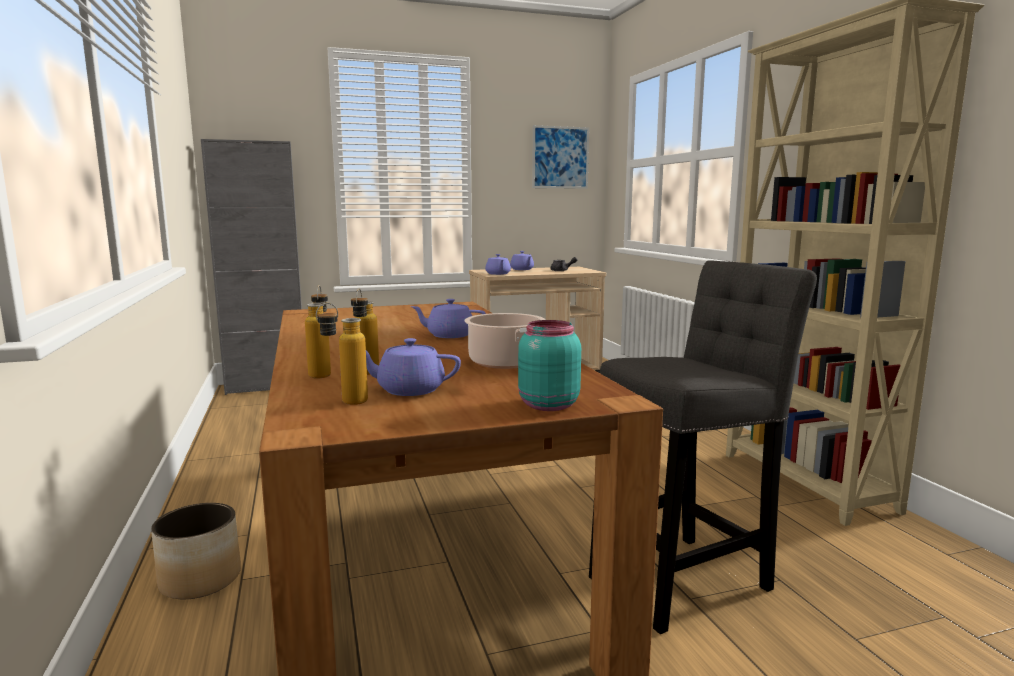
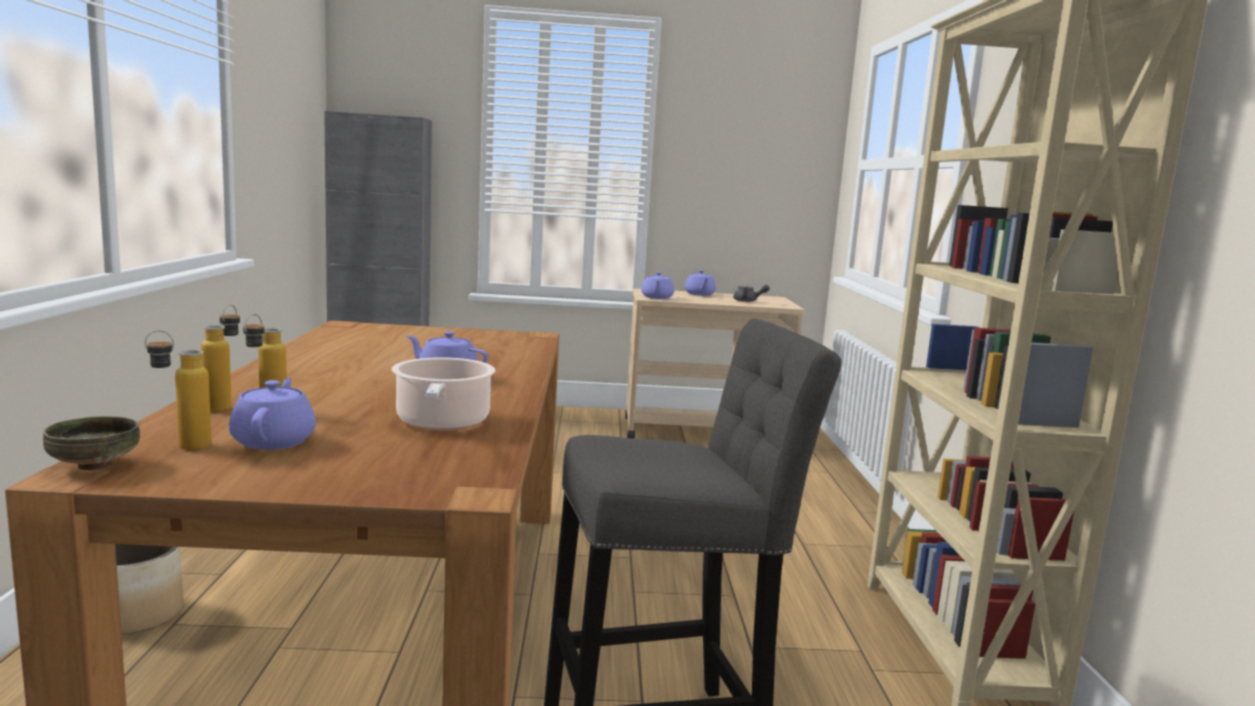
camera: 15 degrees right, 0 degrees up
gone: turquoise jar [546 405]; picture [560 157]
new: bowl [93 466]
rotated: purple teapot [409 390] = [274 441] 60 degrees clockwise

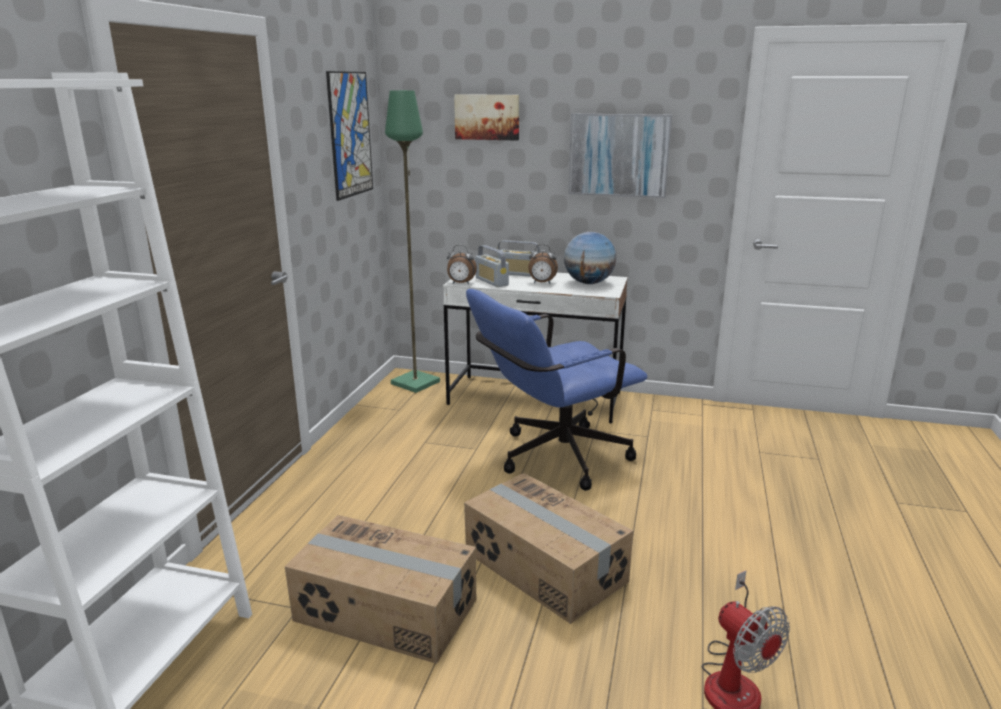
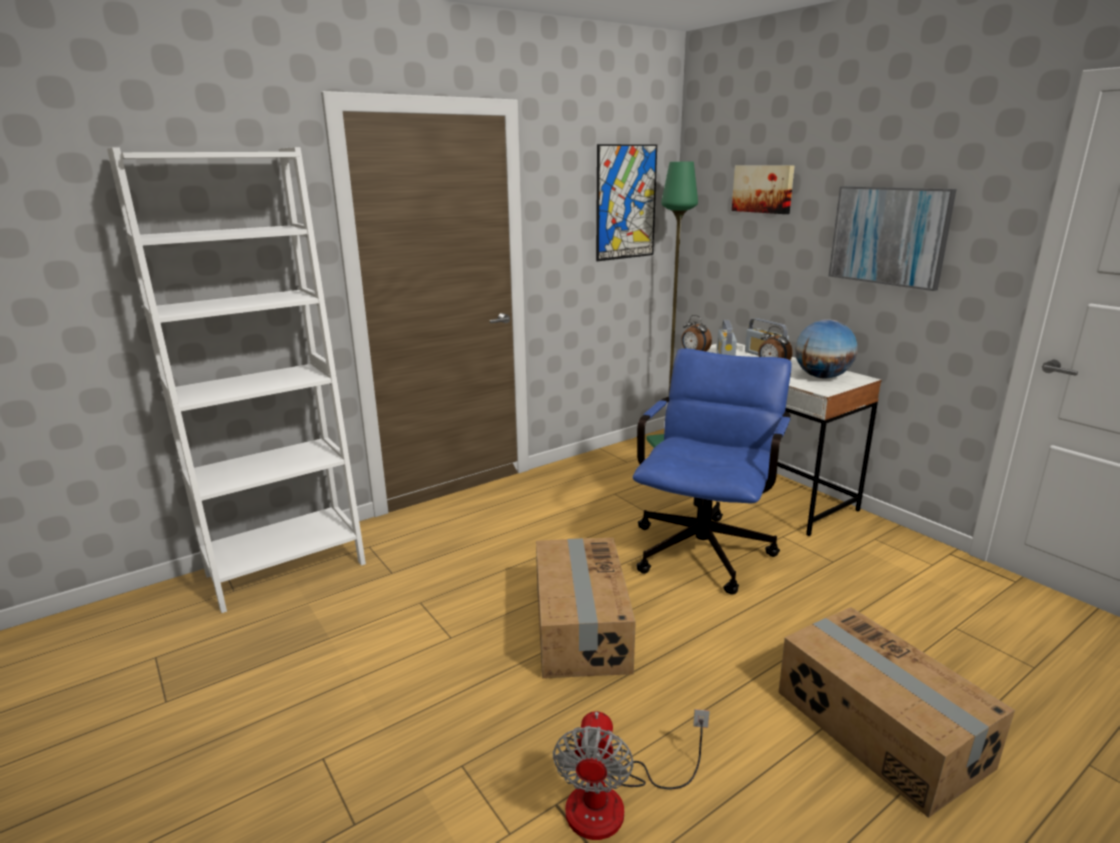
camera: 40 degrees right, 0 degrees up
shifted: cardboard box [385 611] to [879 729]
rotated: blue office chair [552 459] = [705 546] 105 degrees clockwise

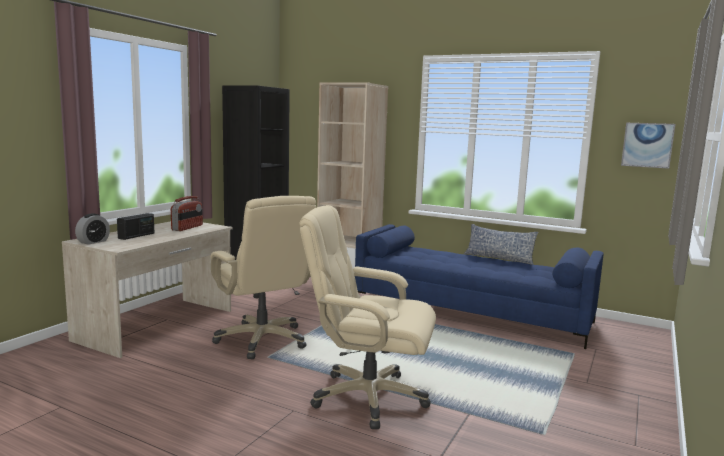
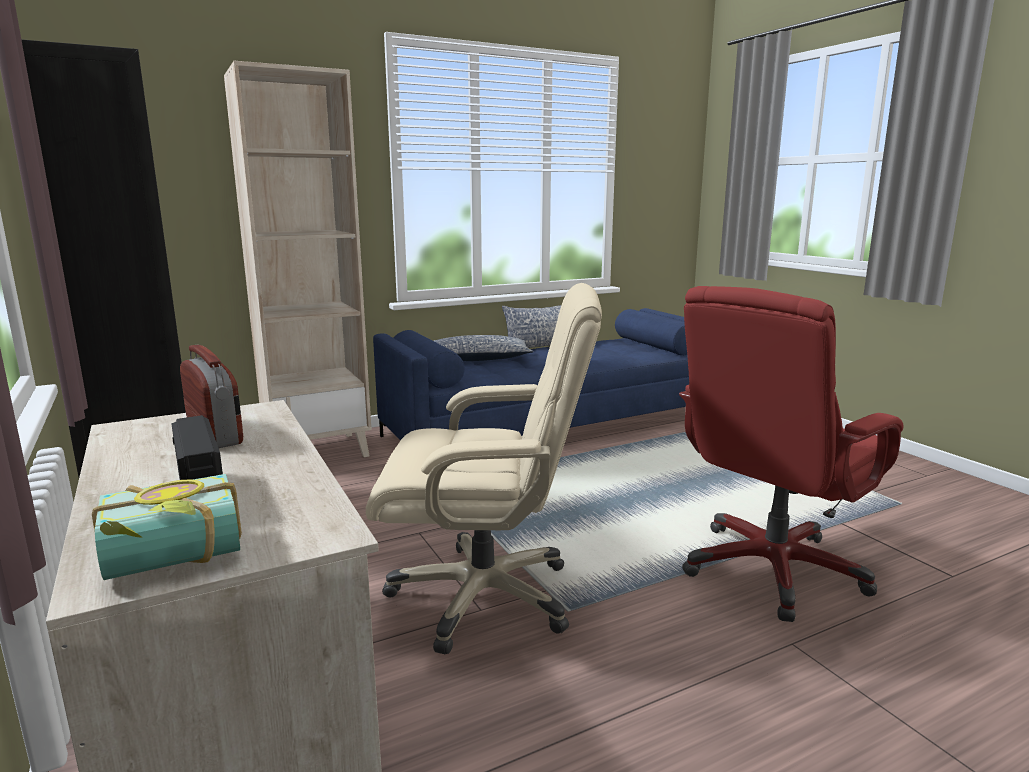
camera: 55 degrees left, 5 degrees up
gone: picture [647 145]
new: pillow [477 359]
swapped: alarm clock [93 242] to book [174 562]
repainted: beige office chair [367 397] to red office chair [772 570]

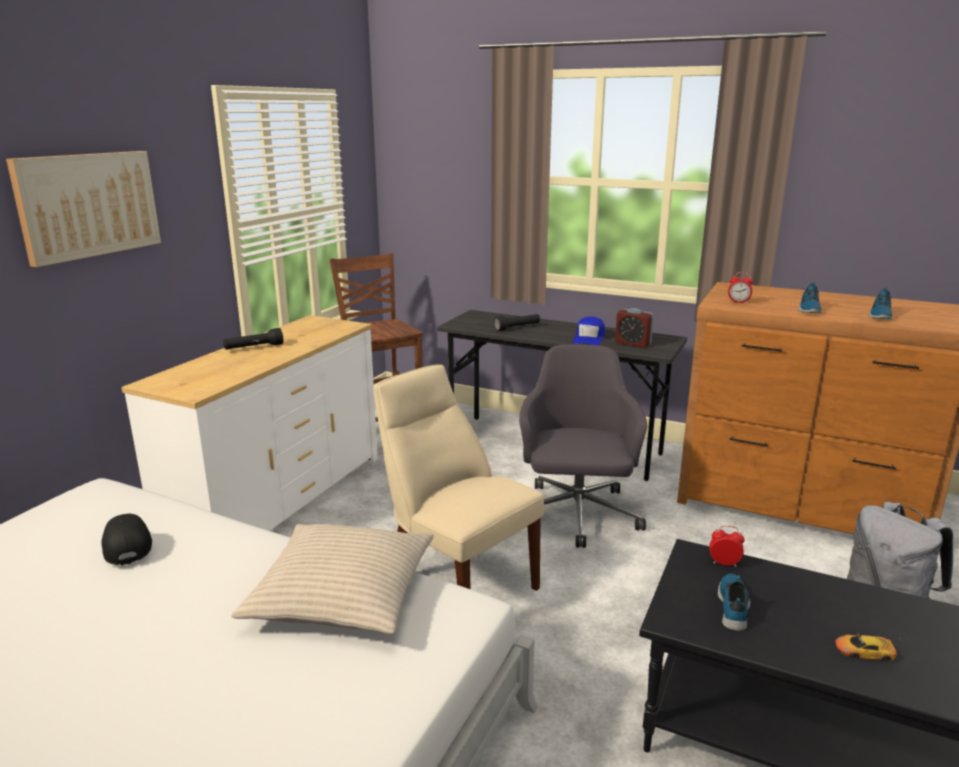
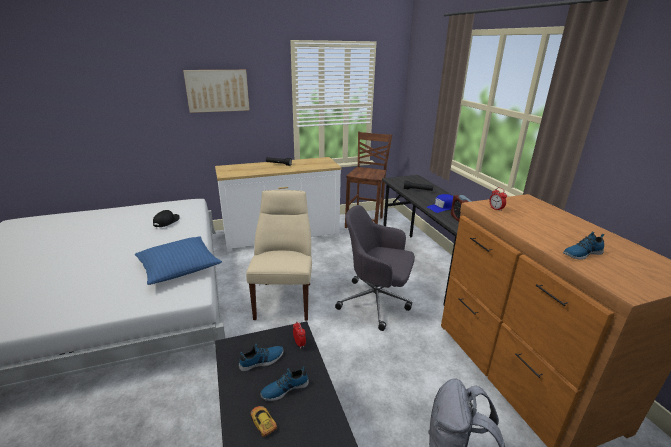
camera: 45 degrees right, 5 degrees up
shifted: shoe [808 309] to [284 388]
repainted: beige pillow [342 594] to blue pillow [179 267]
rotated: grey office chair [576 516] = [376 302] 120 degrees counterclockwise

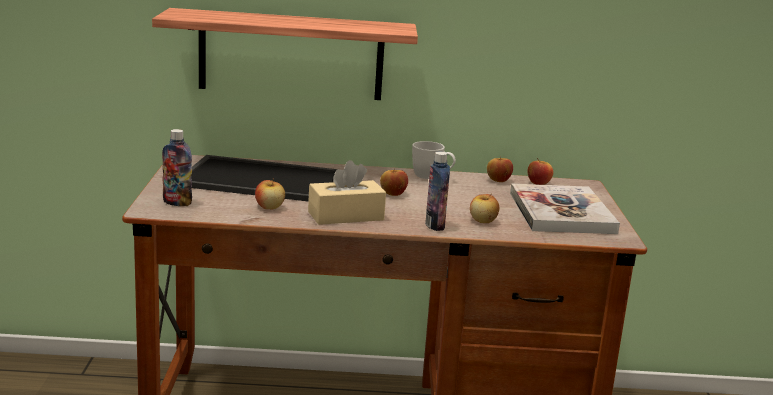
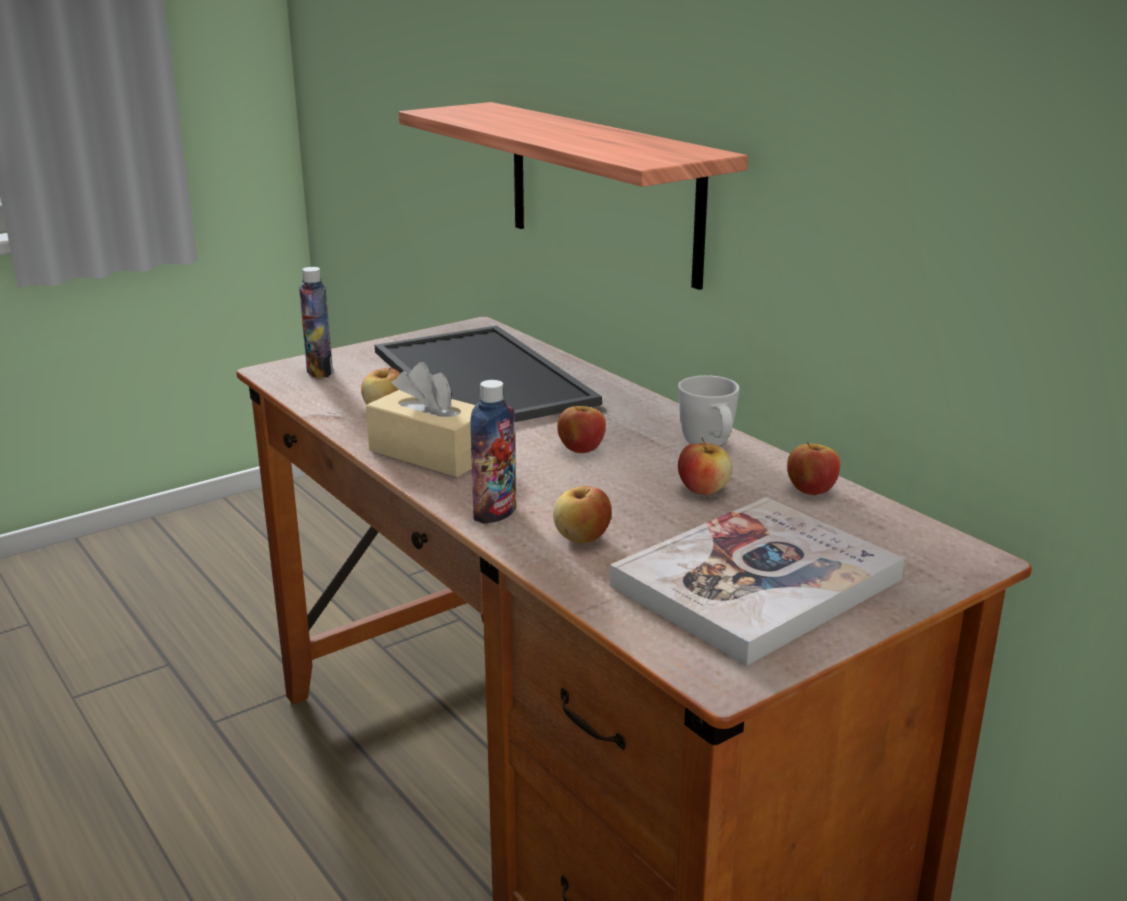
camera: 55 degrees right, 5 degrees up
shifted: apple [538 183] to [703 490]

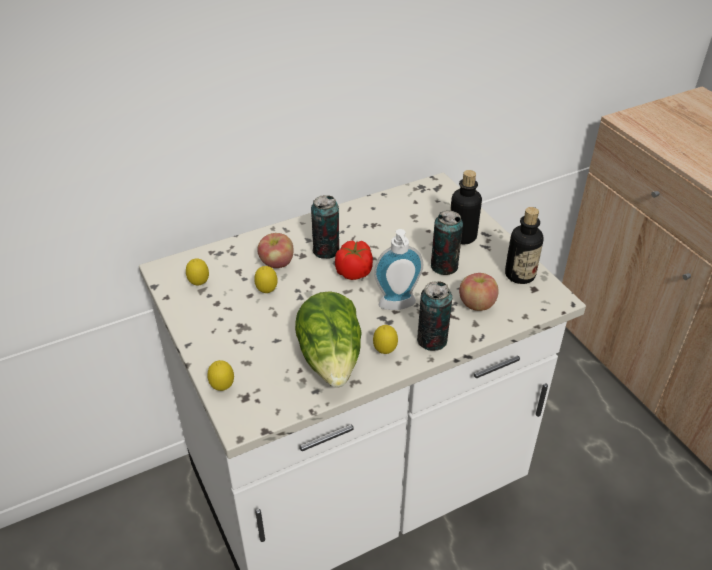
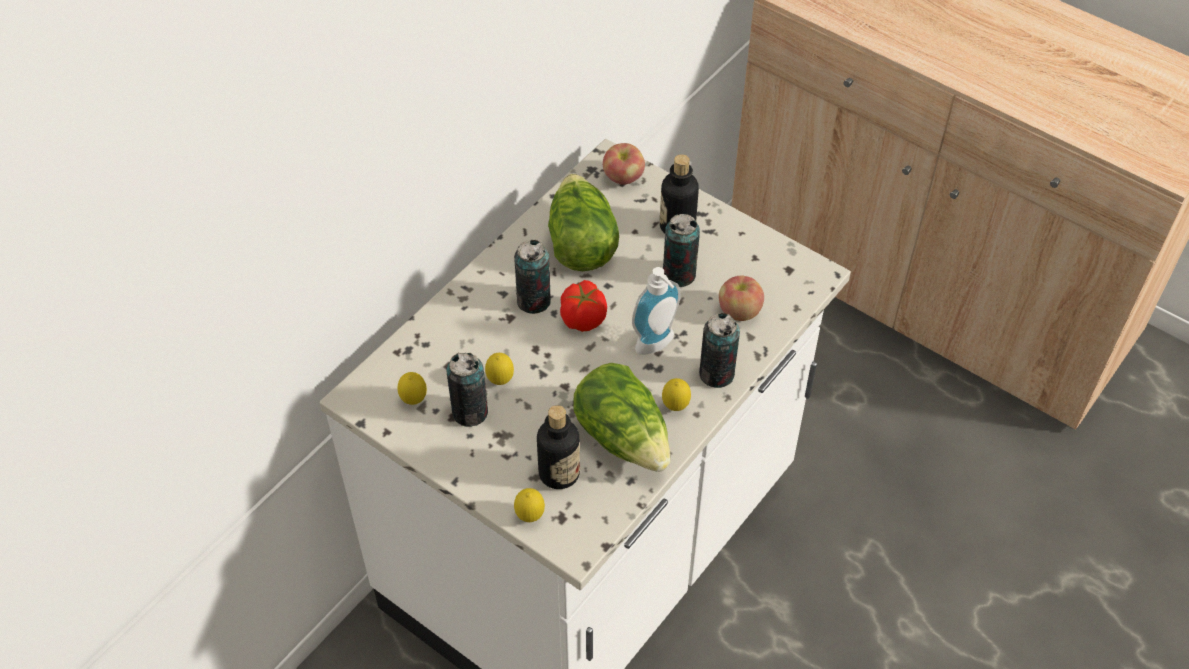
camera: 25 degrees left, 10 degrees up
new: can [470 412]; lettuce [580 242]
shifted: bottle [520 275] to [559 473]; apple [277 263] to [623 178]

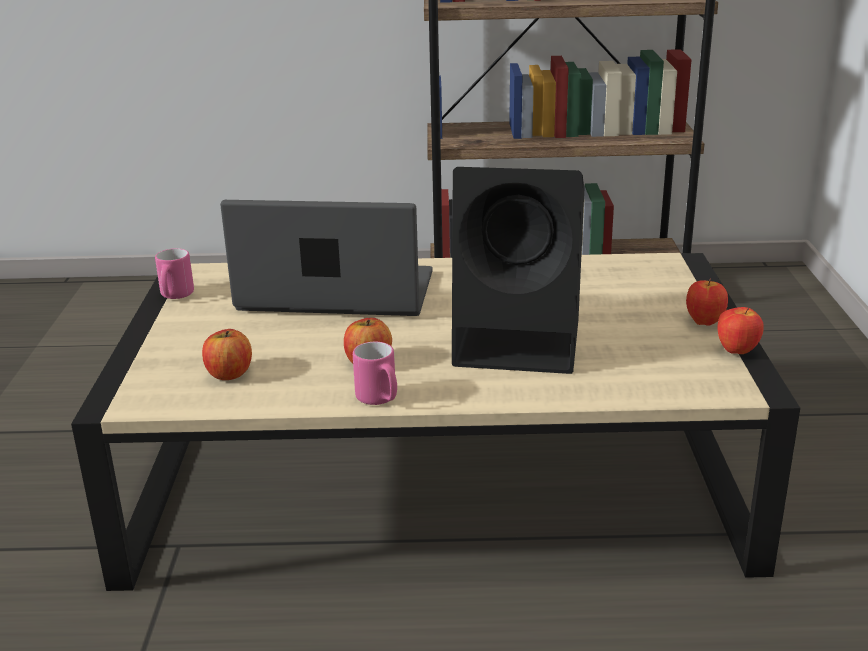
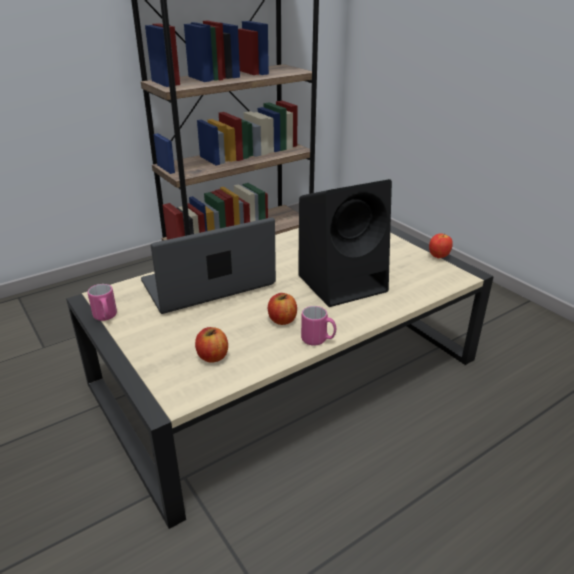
camera: 35 degrees left, 5 degrees up
gone: apple [703 322]

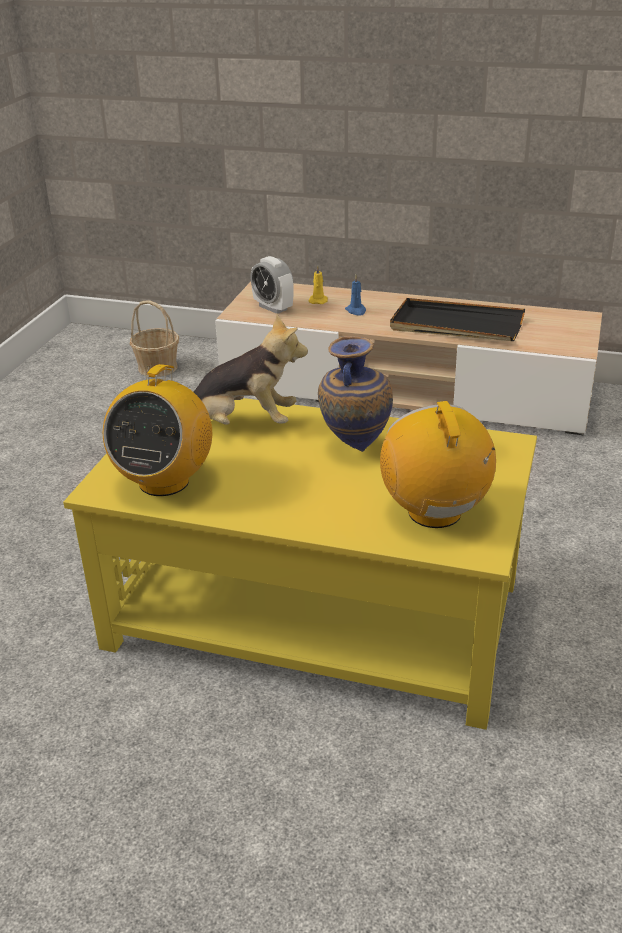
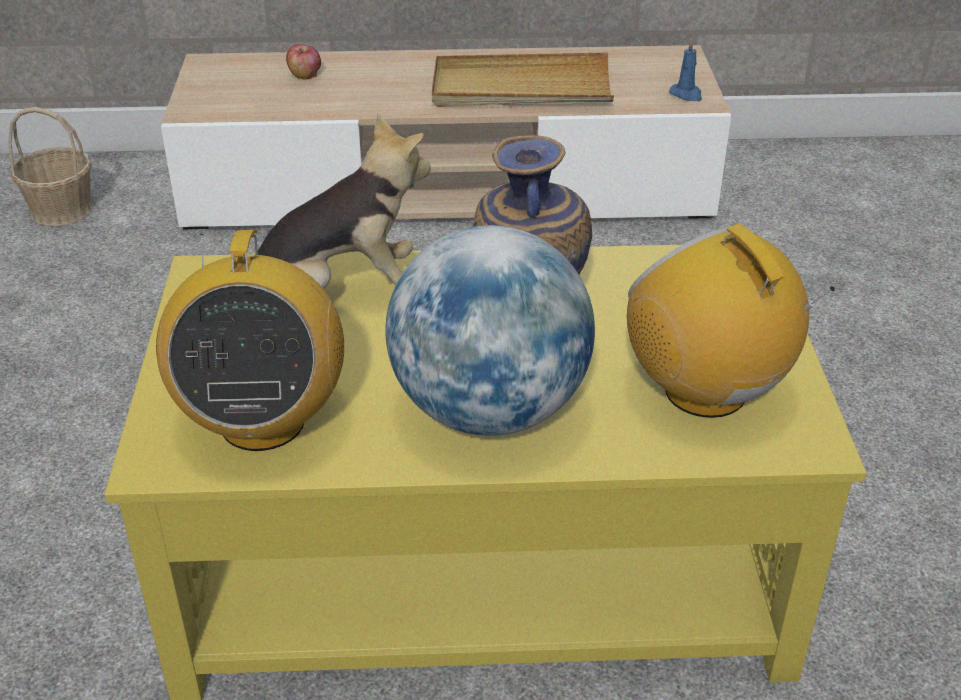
camera: 20 degrees left, 5 degrees up
gone: alarm clock [273 308]
new: globe [489 410]
shifted: blue candle [356 311] to [686 95]
swapped: yellow candle [318 300] to apple [305 75]
repainted: black tray [456 325] to beige tray [521 88]

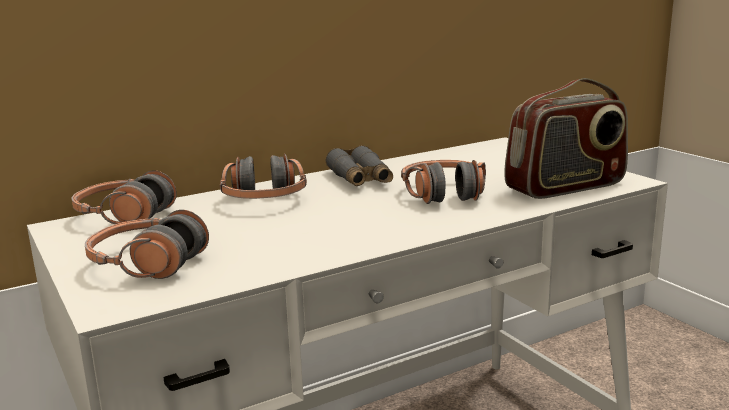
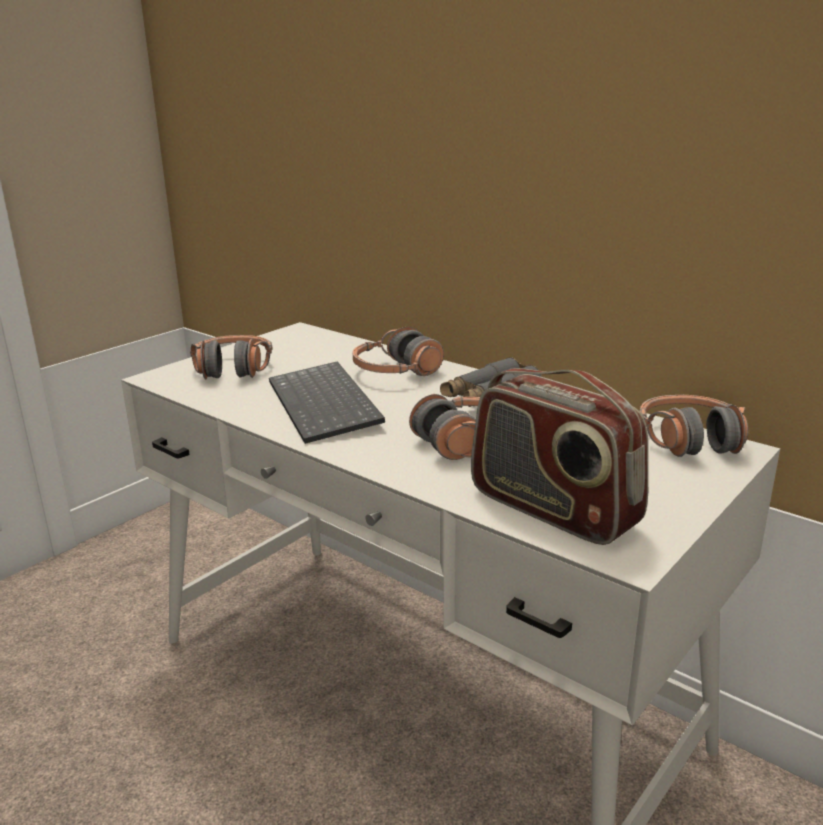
camera: 70 degrees right, 5 degrees up
new: keyboard [326 404]
shifted: headphones [125 216] to [690 440]

